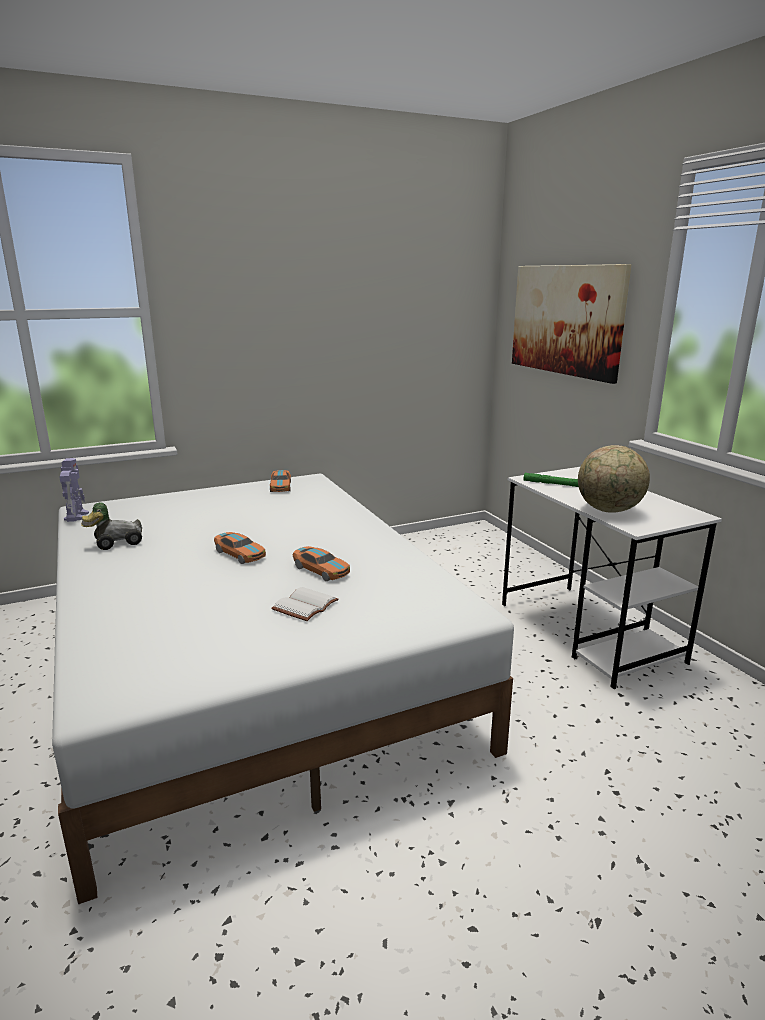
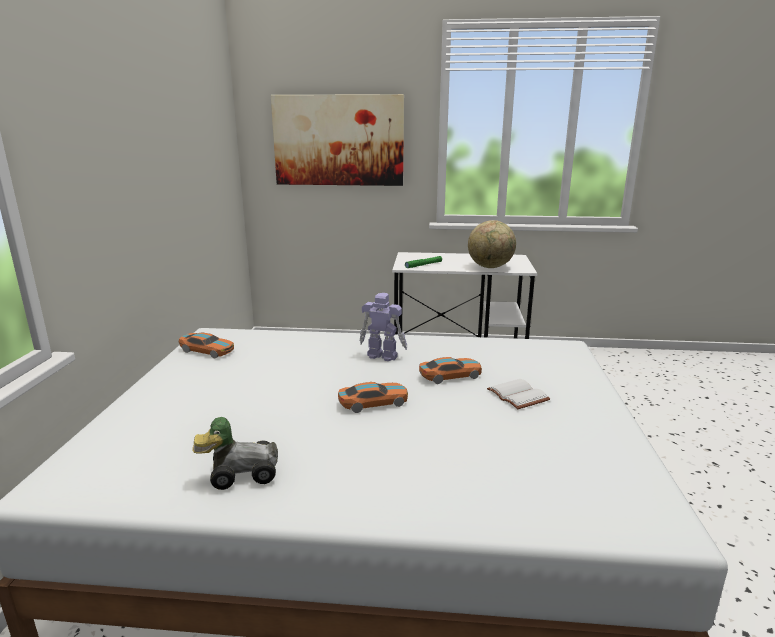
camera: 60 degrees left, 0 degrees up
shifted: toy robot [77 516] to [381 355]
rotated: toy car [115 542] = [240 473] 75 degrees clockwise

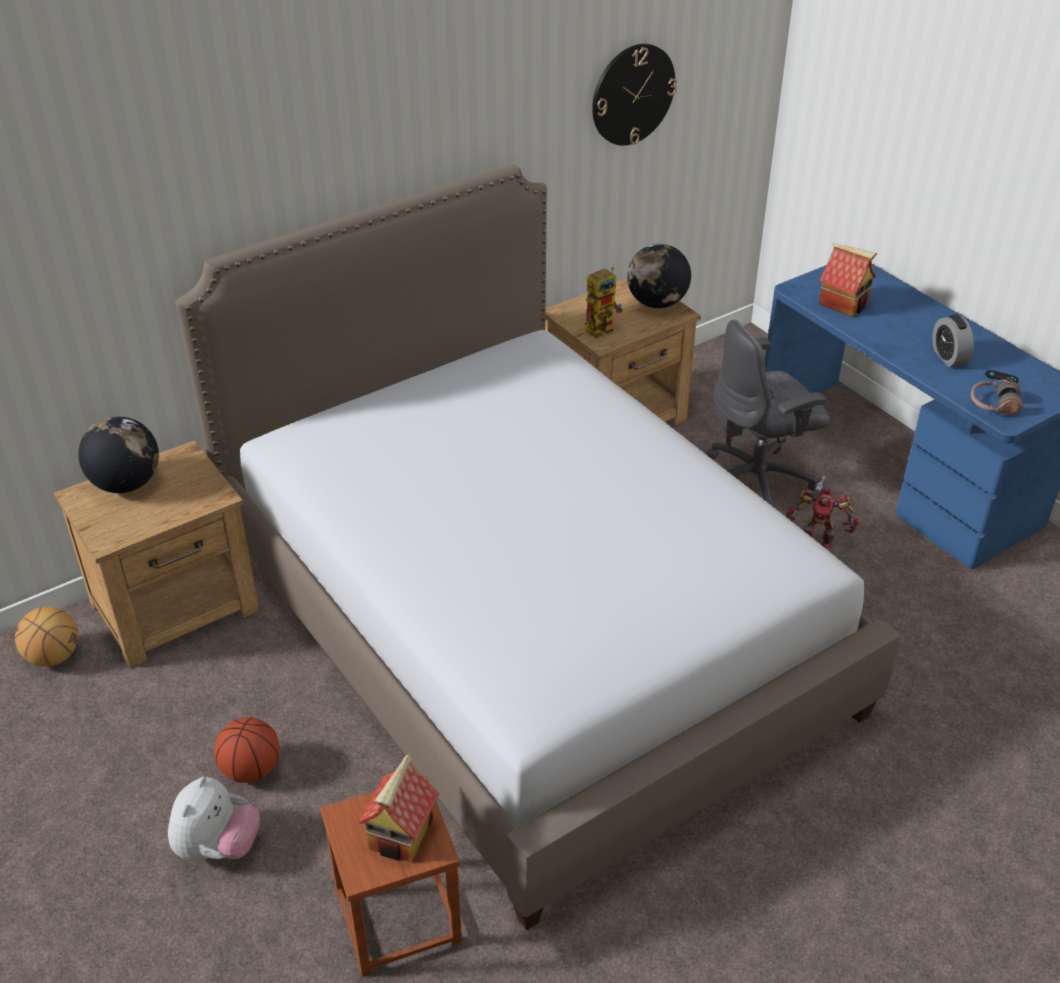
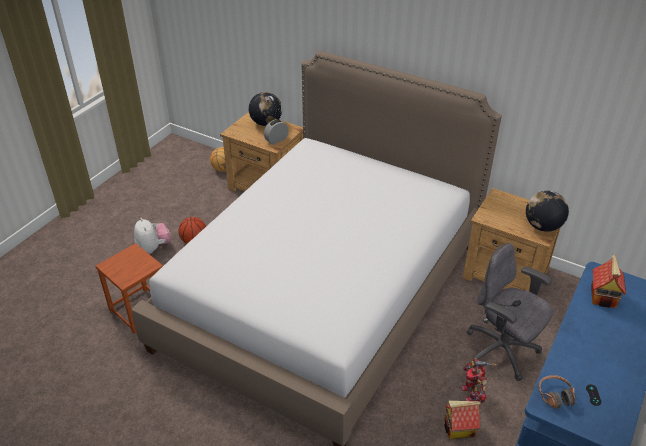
camera: 65 degrees right, 0 degrees up
gone: toy robot [603 328]; wall clock [632 94]
shifted: alarm clock [948 357] to [276 140]; toy house [402 835] to [458 428]
rotated: plush toy [218 847] = [153 248] 105 degrees counterclockwise

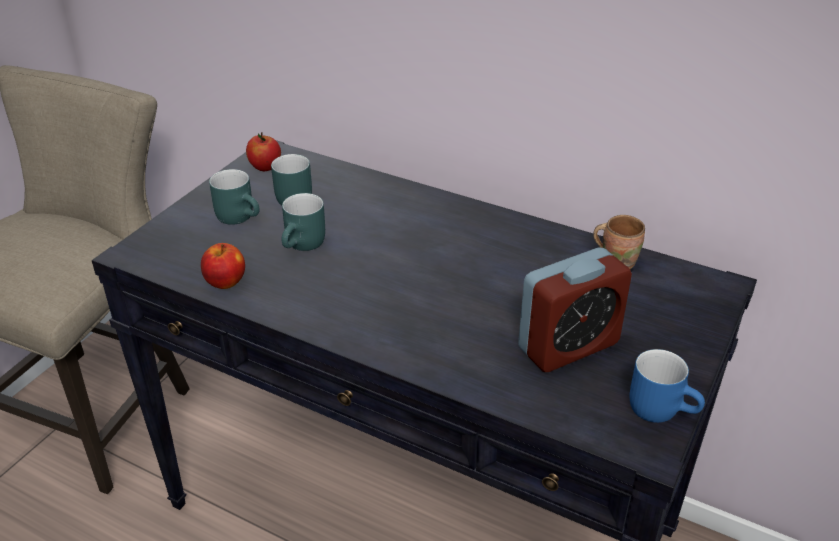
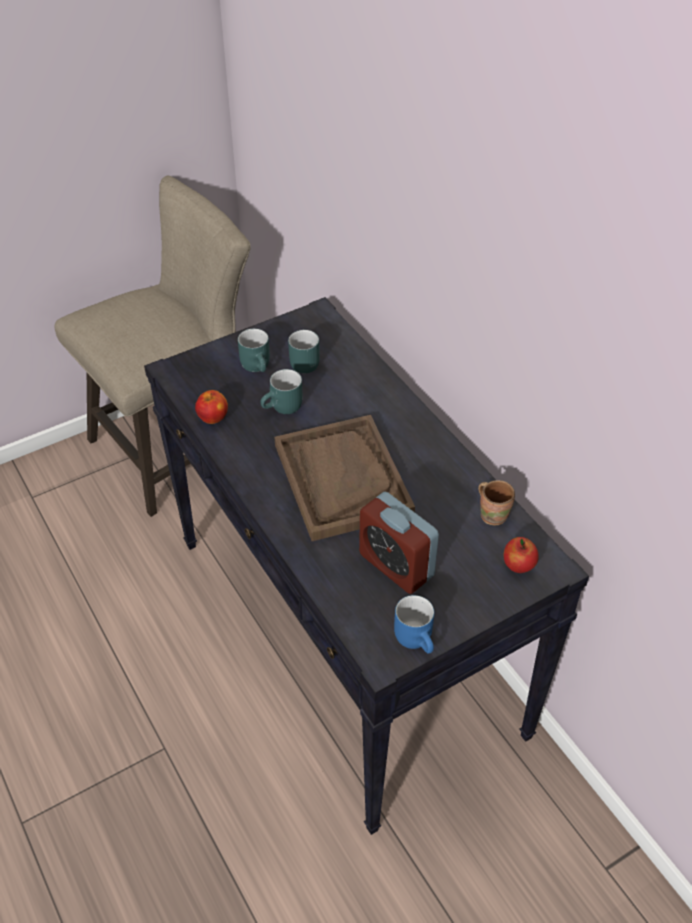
camera: 30 degrees right, 10 degrees up
new: brown tray [342 479]
shifted: apple [265 167] to [518 566]
rotated: alarm clock [568 346] = [396 565] 45 degrees clockwise

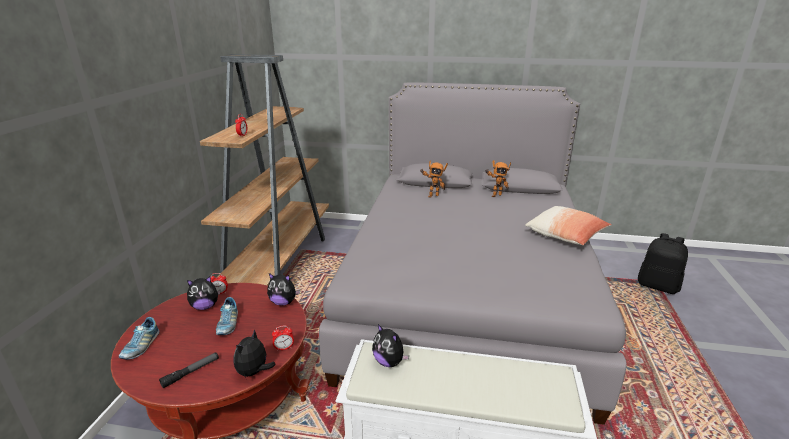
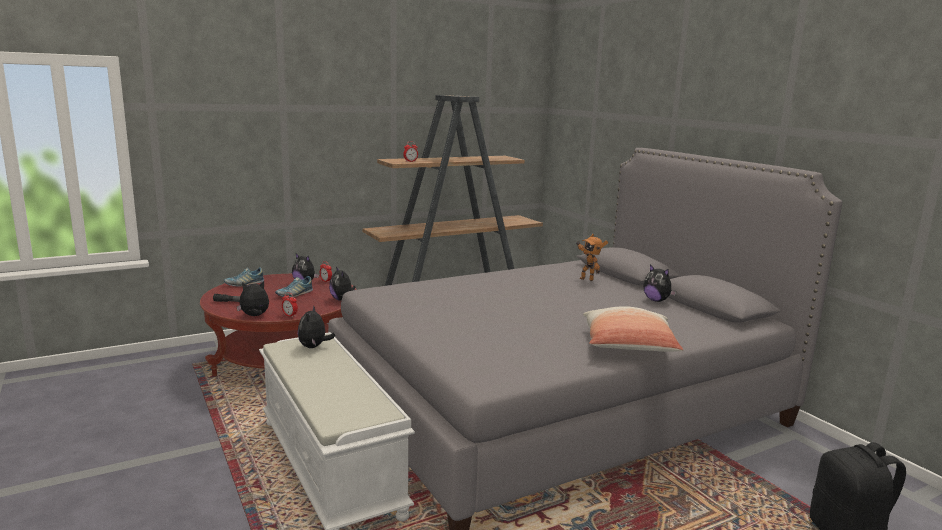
camera: 50 degrees right, 10 degrees down
swapped: toy robot [495 195] to plush toy [656 300]

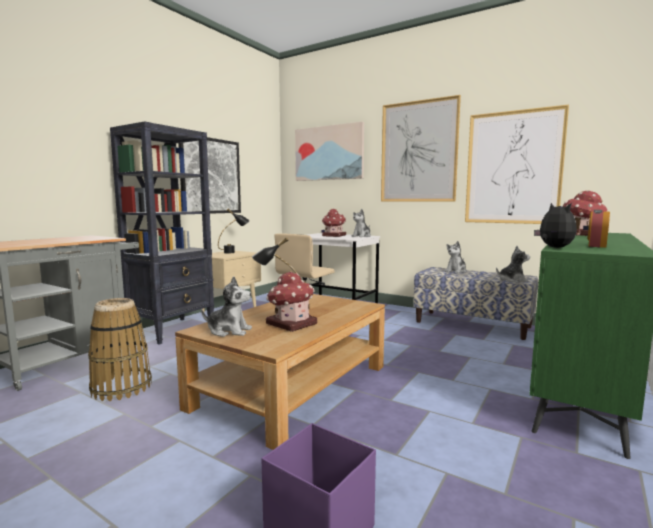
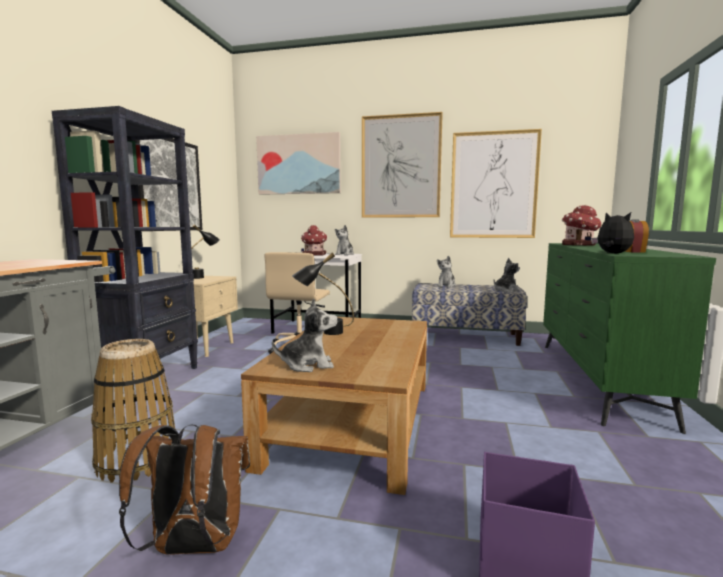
camera: 20 degrees left, 0 degrees up
gone: toy house [291 323]
new: brown backpack [193 547]

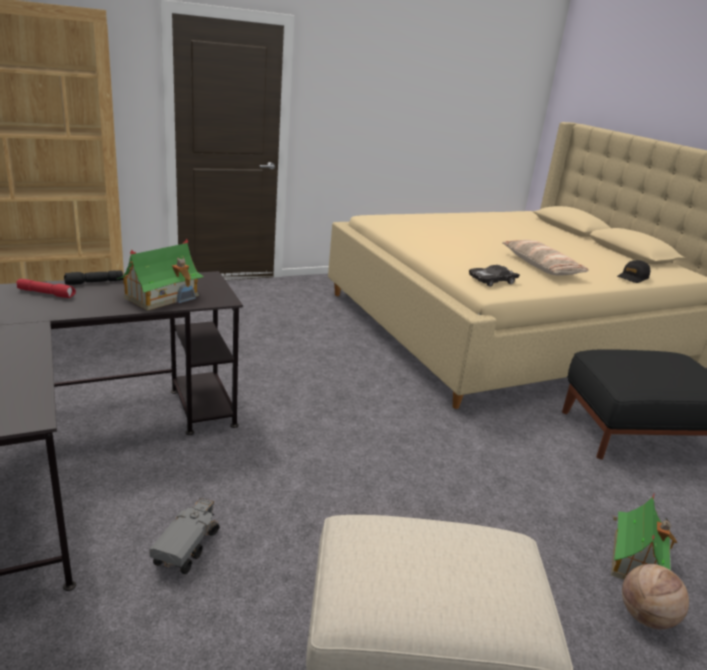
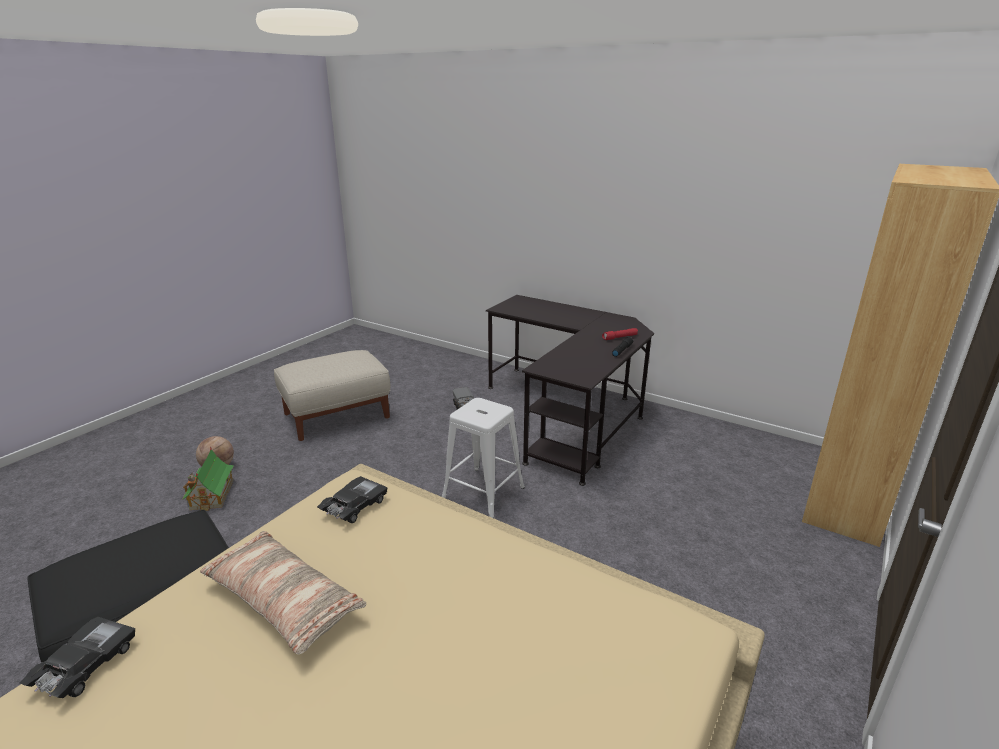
camera: 150 degrees right, 0 degrees up
gone: toy house [162 296]
new: white stool [483 492]
swapped: black cap [632 277] to black toy car [85 665]

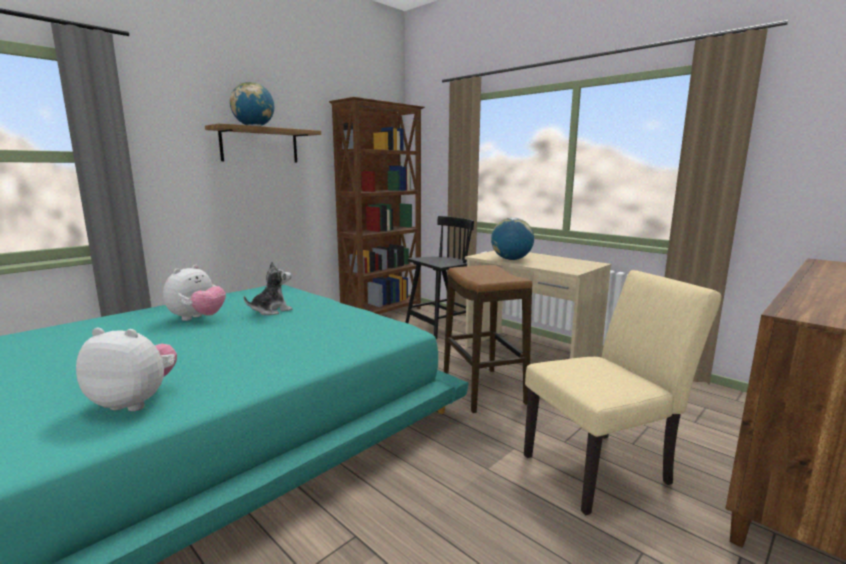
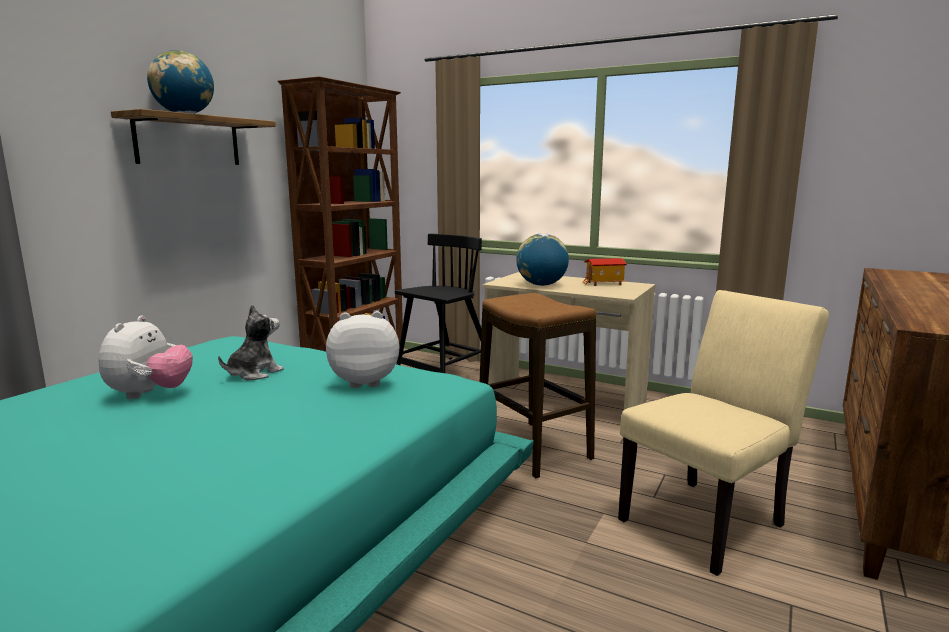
camera: 15 degrees left, 0 degrees up
new: toy house [604 283]
shifted: plush toy [135 402] to [365 382]

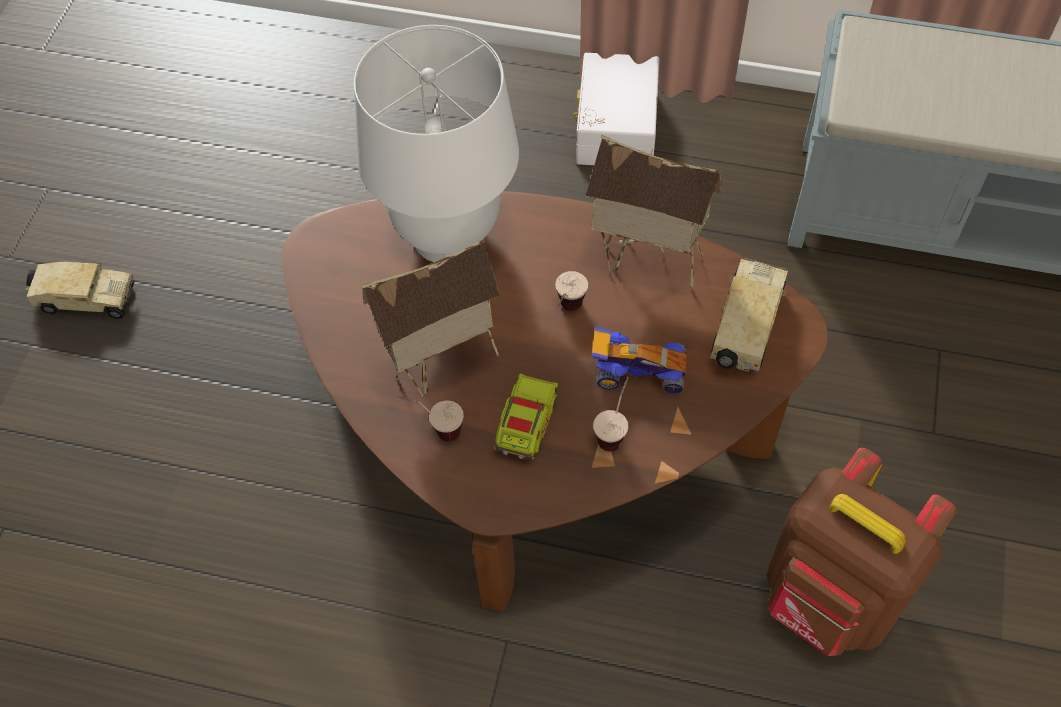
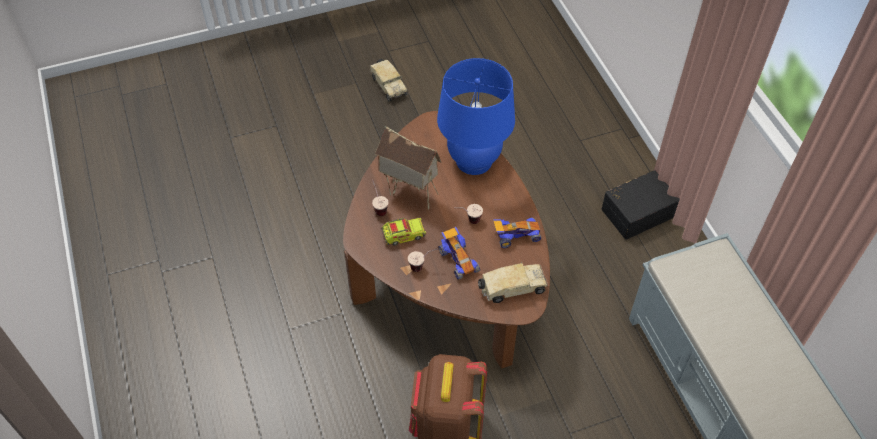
camera: 55 degrees right, 5 degrees down
swapped: toy house [646 263] to toy car [516 236]
repainted: white table lamp [448 234] to blue table lamp [474 160]; white storage box [614 126] to black storage box [636 211]

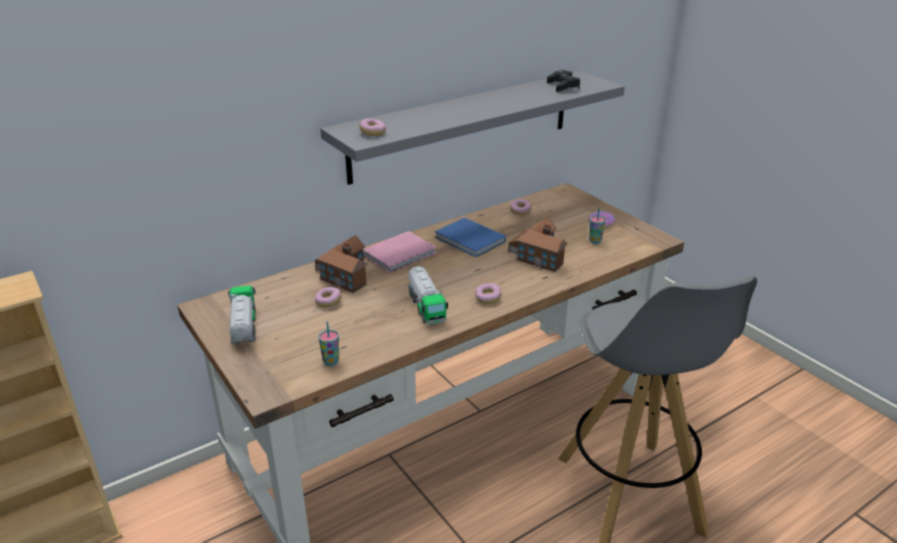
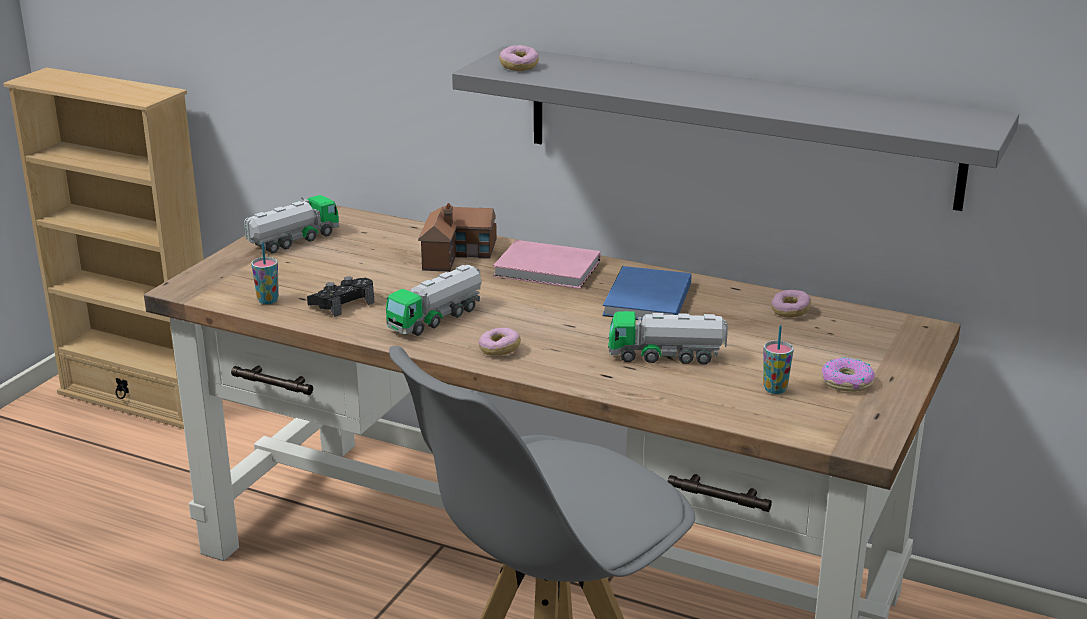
camera: 60 degrees right, 5 degrees down
gone: donut [328 302]
shifted: black game controller [563 86] to [343 303]
swapped: toy house [538 255] to toy truck [666 356]

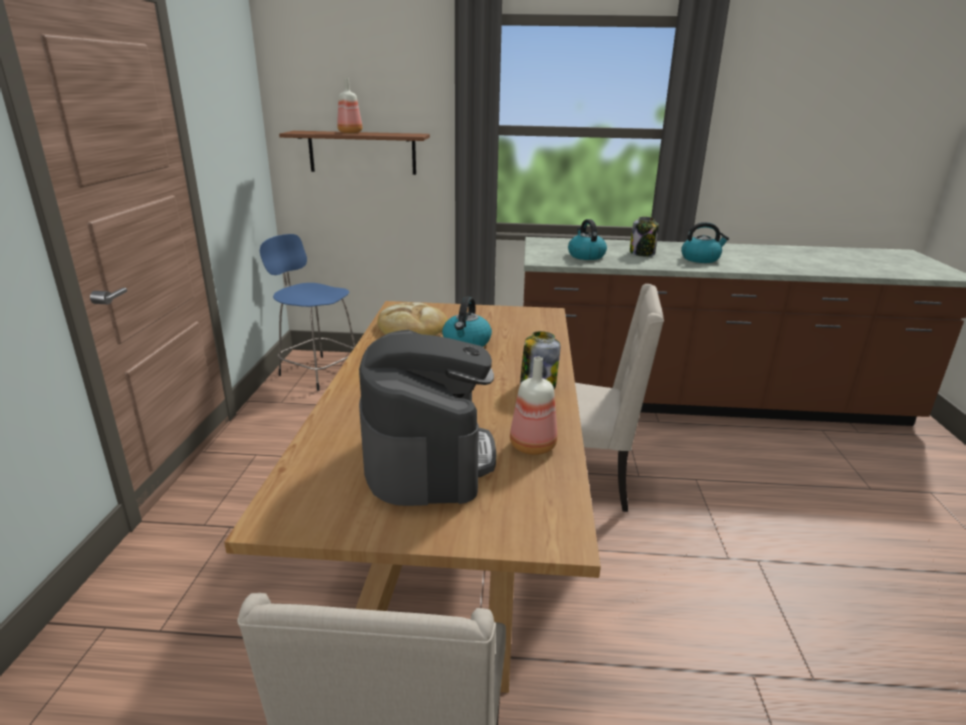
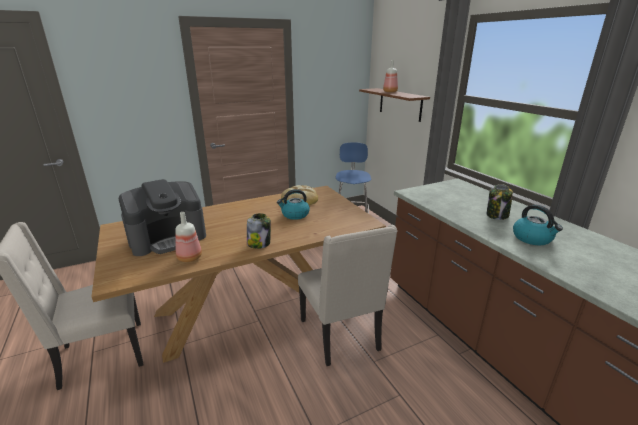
camera: 60 degrees right, 0 degrees up
gone: kettle [585 256]

